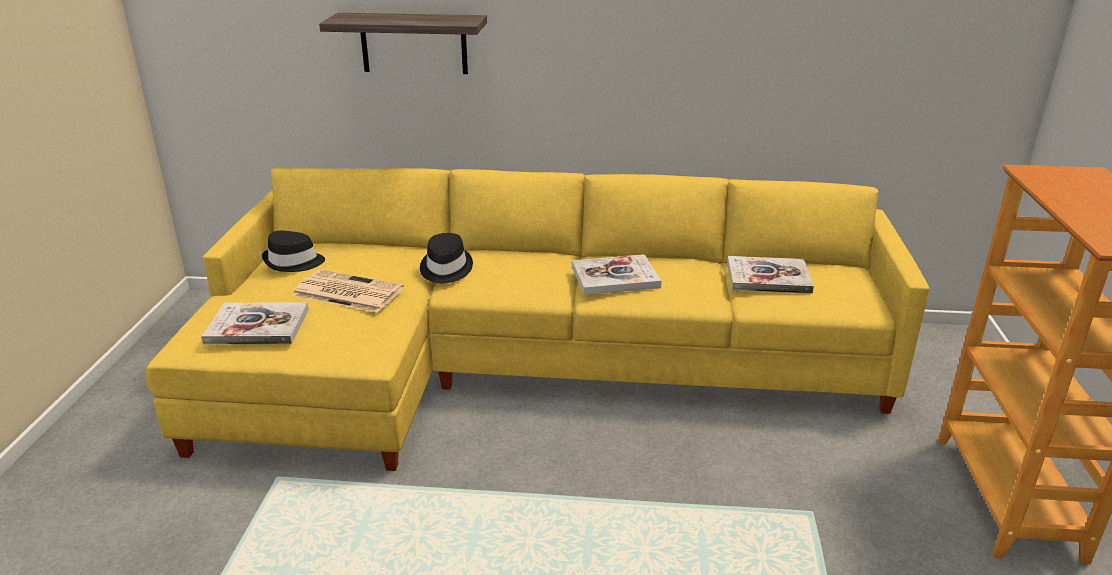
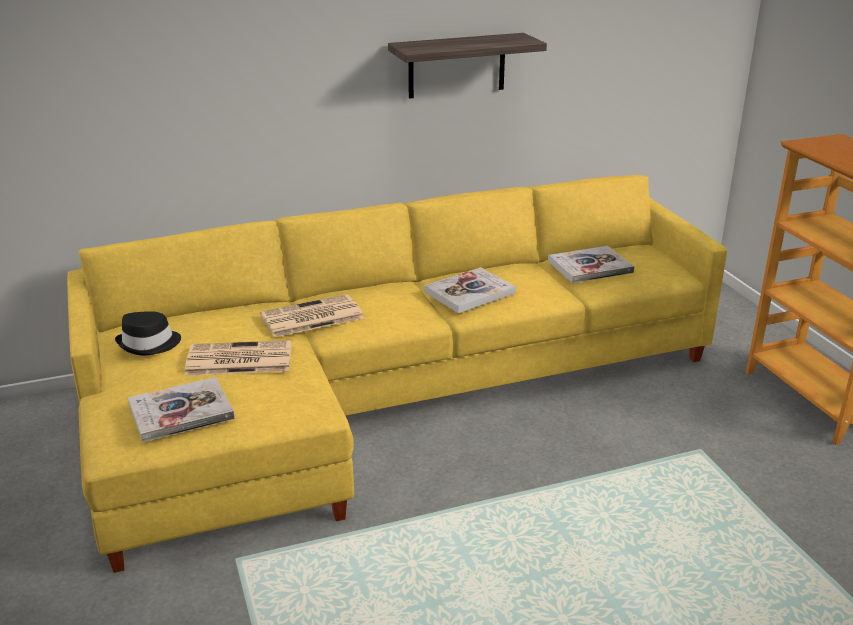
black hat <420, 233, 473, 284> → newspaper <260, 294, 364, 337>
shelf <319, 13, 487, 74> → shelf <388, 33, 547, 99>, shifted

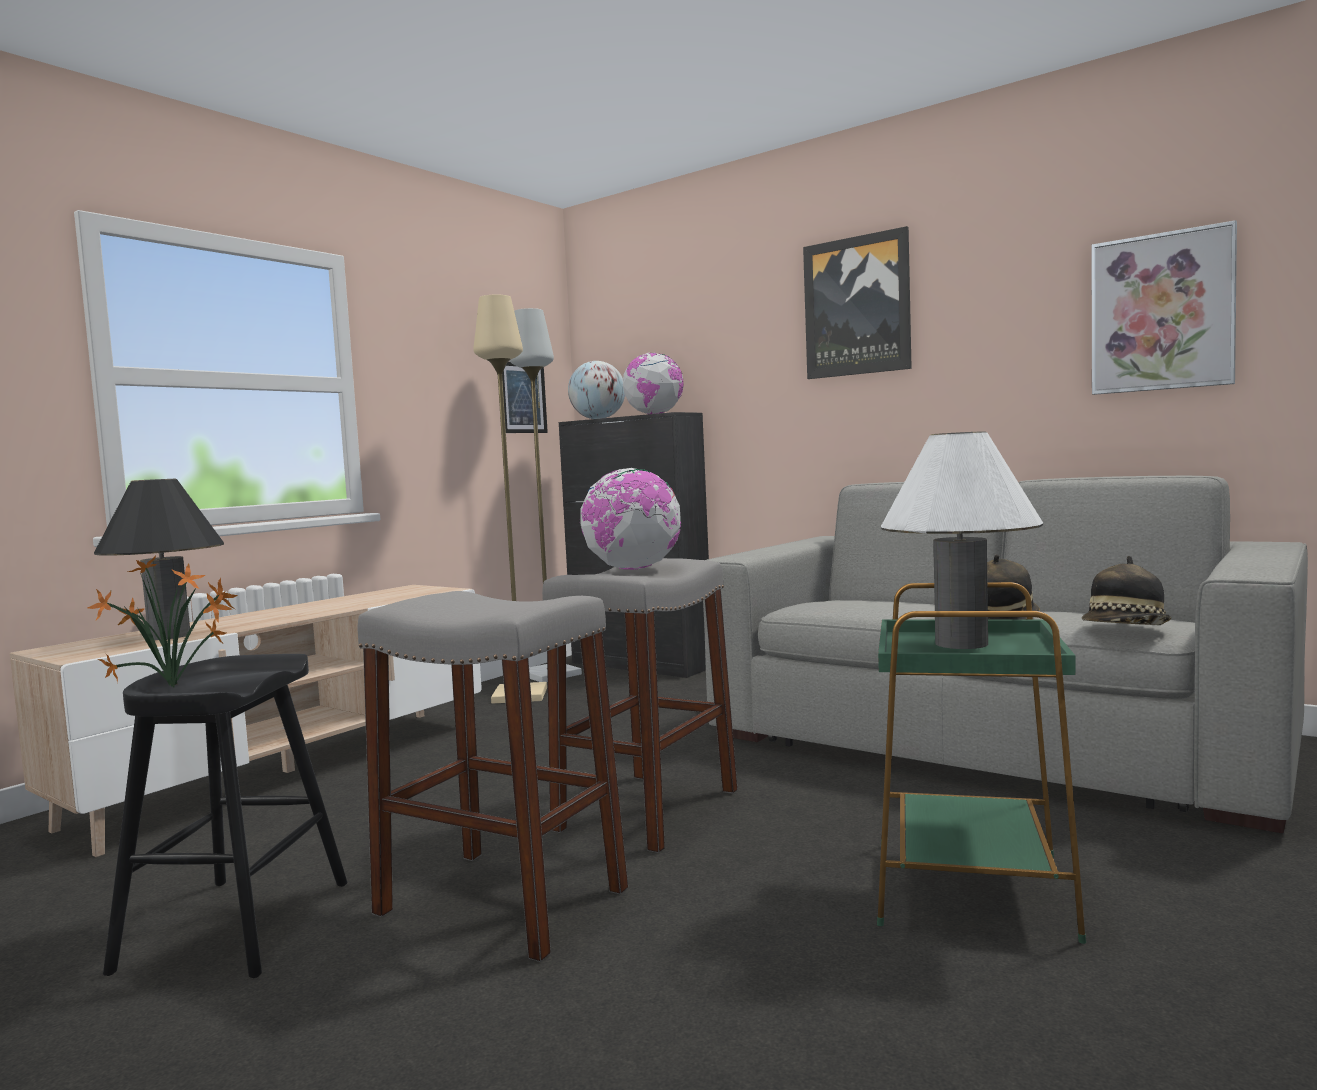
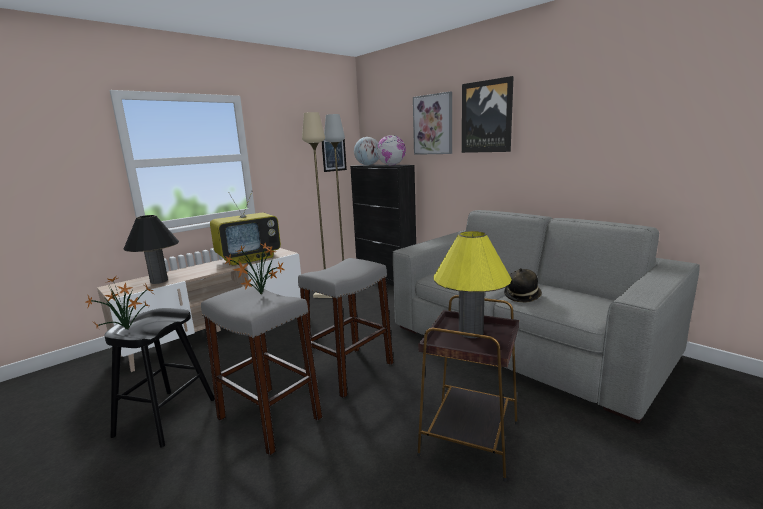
- → television <210, 192, 281, 265>
- → potted plant <225, 243, 284, 295>
picture <1091, 220, 1237, 395> → picture <413, 91, 452, 155>, shifted
green side table <877, 582, 1086, 944> → brown side table <417, 295, 519, 482>
white table lamp <881, 431, 1043, 649> → yellow table lamp <434, 231, 512, 338>
globe <579, 468, 681, 570> → -
hat <1082, 556, 1171, 625> → -

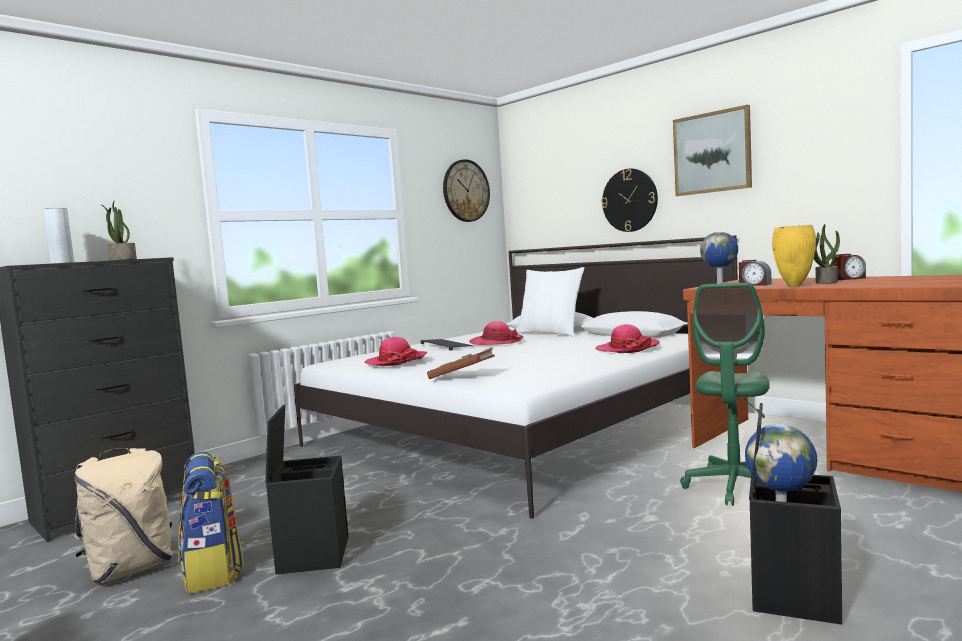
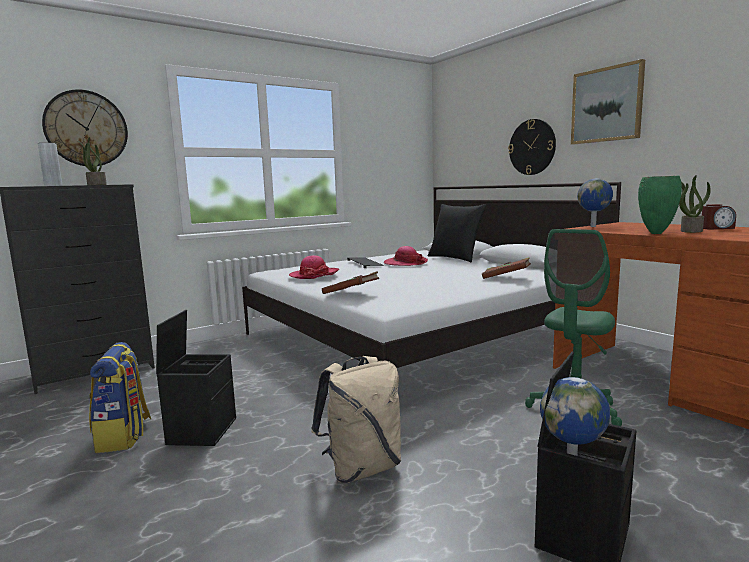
wall clock <443, 159, 490, 222> → wall clock <42, 89, 128, 166>, shifted
beige backpack <75, 448, 173, 584> → beige backpack <311, 356, 401, 483>, shifted
white pillow <516, 267, 584, 337> → black pillow <428, 204, 486, 262>
hat <595, 324, 660, 353> → brown book <482, 257, 531, 279>
yellow vase <772, 225, 816, 287> → green vase <638, 176, 682, 234>
alarm clock <739, 260, 772, 286> → -

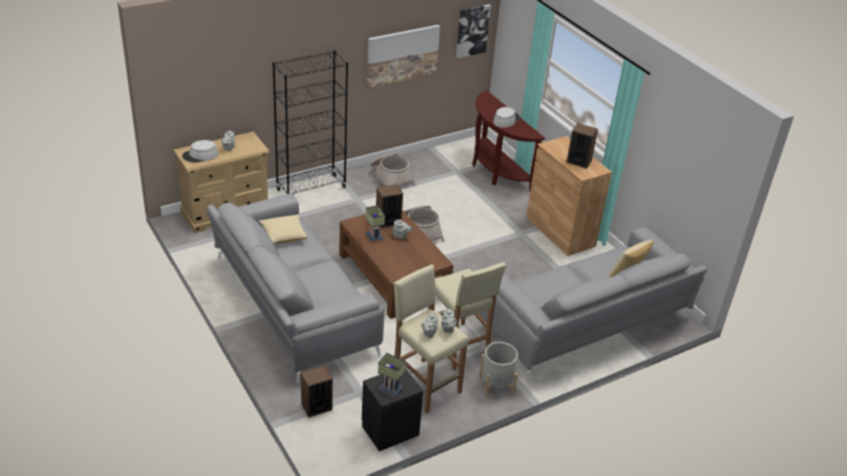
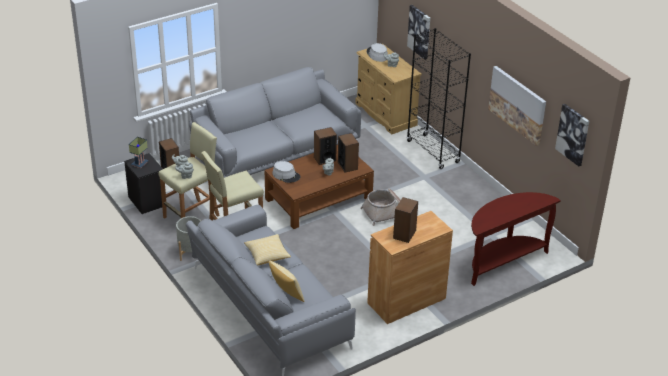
pillow <259, 214, 308, 244> → pillow <244, 234, 291, 266>, shifted
grey hat <493, 107, 519, 128> → grey hat <272, 161, 301, 183>, shifted
table lamp <365, 205, 385, 242> → speaker <314, 127, 337, 165>
- → picture <407, 5, 430, 60>
basket <371, 153, 415, 186> → -

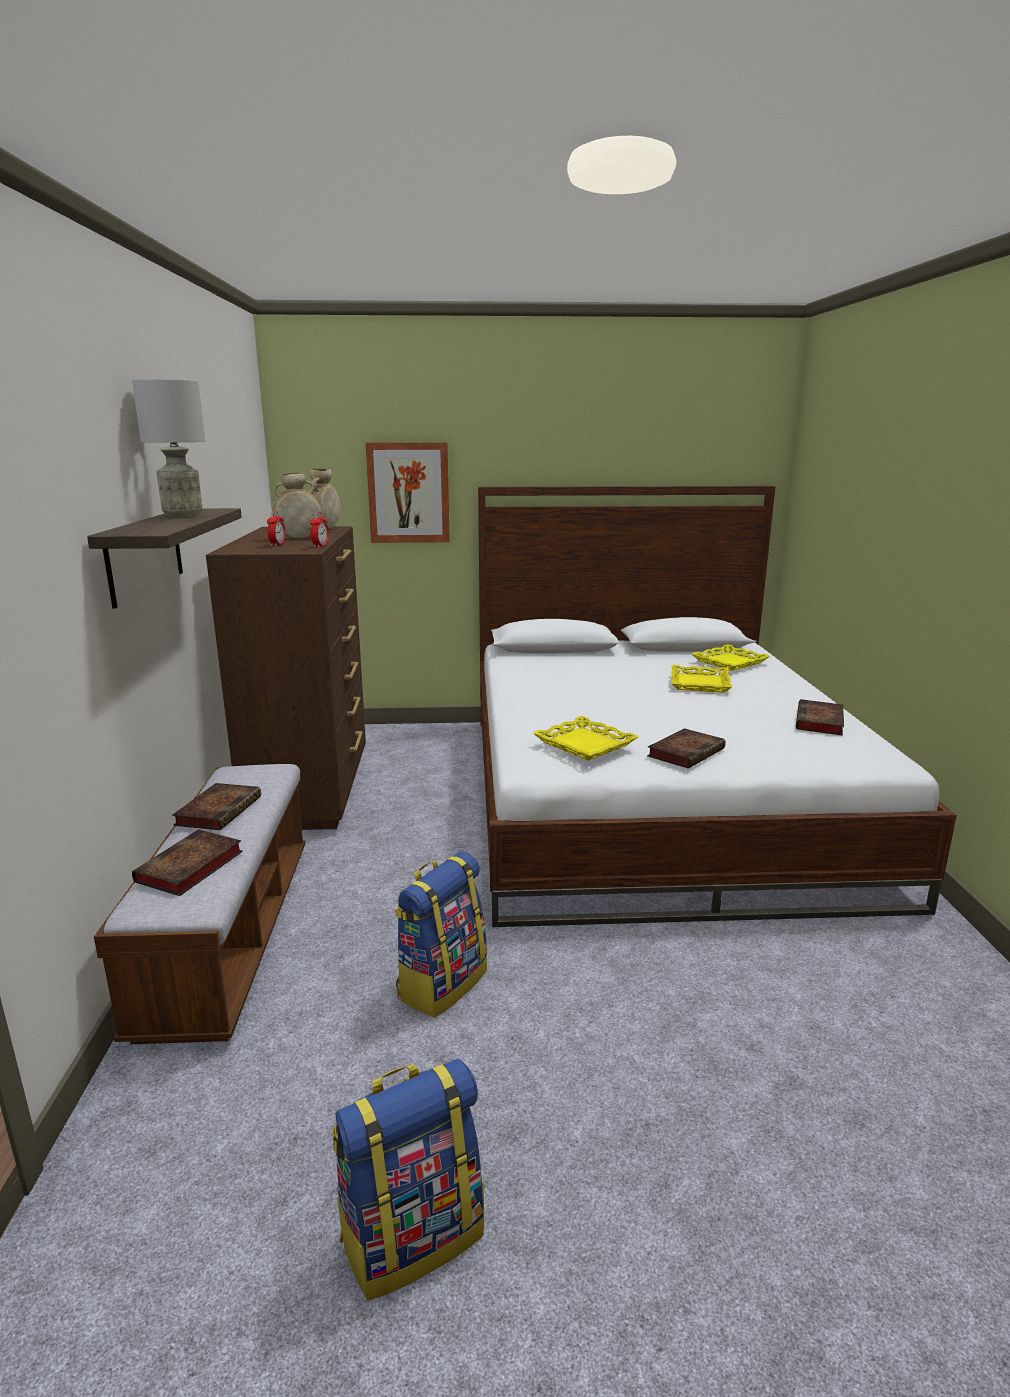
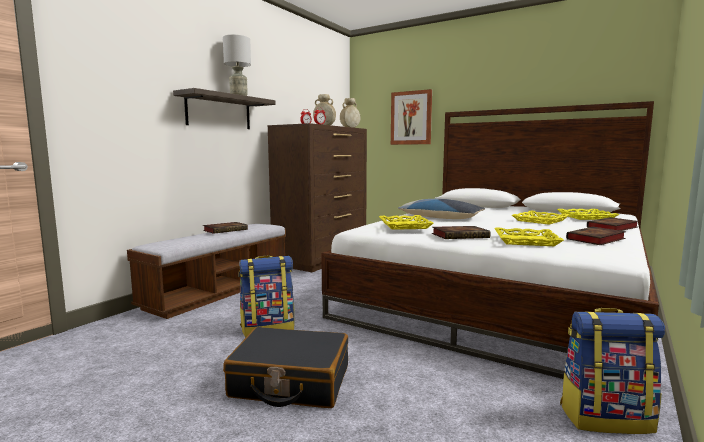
- → black suitcase <223, 327, 348, 408>
- → pillow <398, 199, 485, 219>
- → yellow tray <494, 228, 564, 246>
backpack <332, 1058, 484, 1301> → backpack <560, 308, 665, 434>, shifted
book <132, 829, 243, 896> → book <587, 217, 639, 231>, shifted

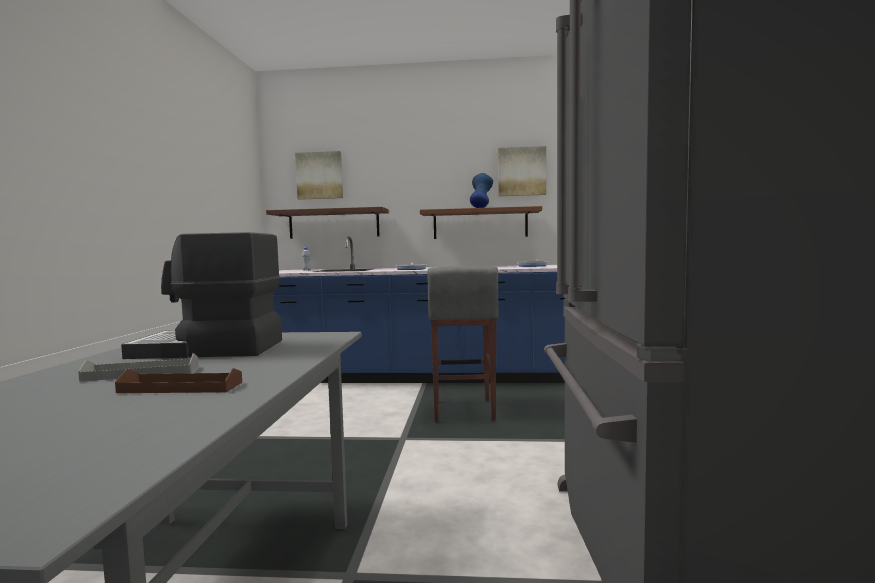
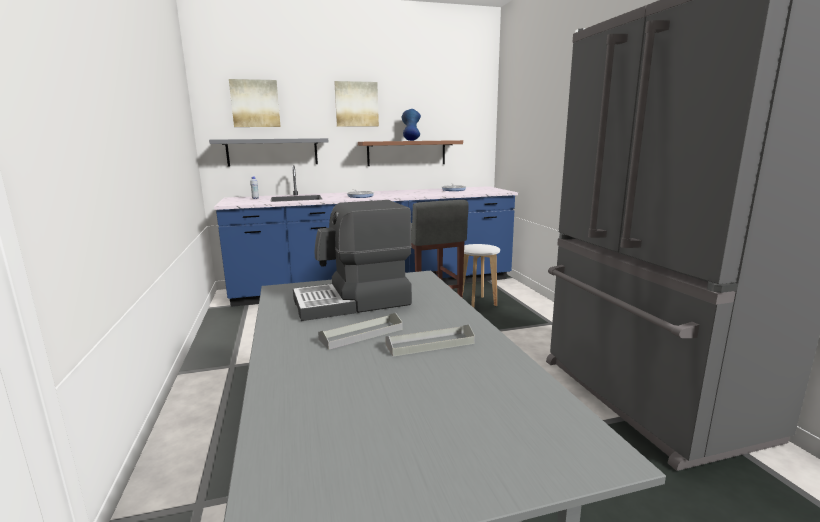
brown shelf <266, 207, 389, 239> → grey shelf <209, 138, 328, 166>
picture <498, 146, 546, 196> → picture <334, 81, 379, 127>, shifted
brown tray <115, 368, 242, 393> → grey tray <385, 325, 475, 356>
- → white stool <462, 244, 500, 308>

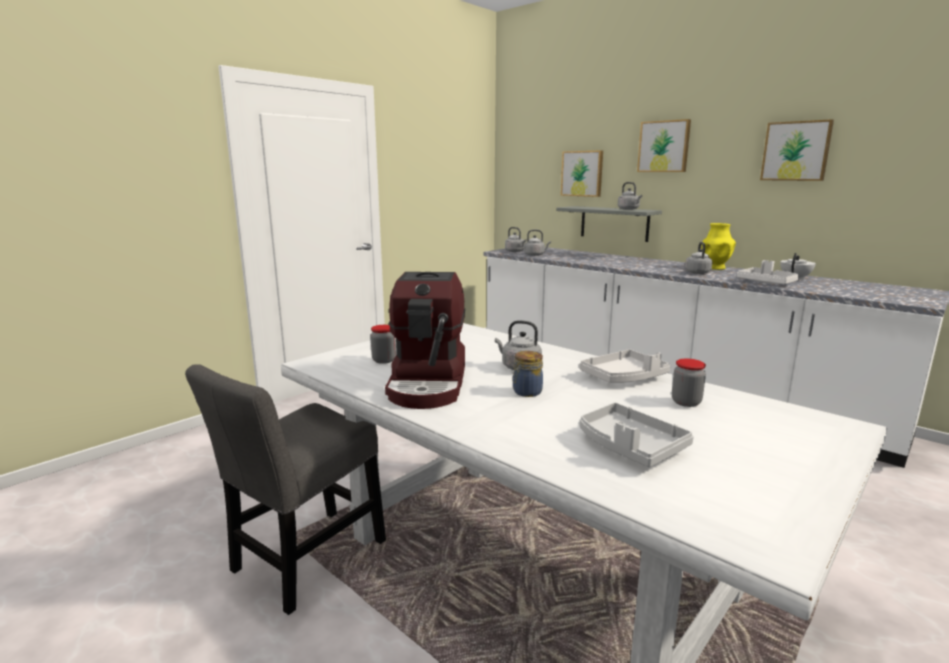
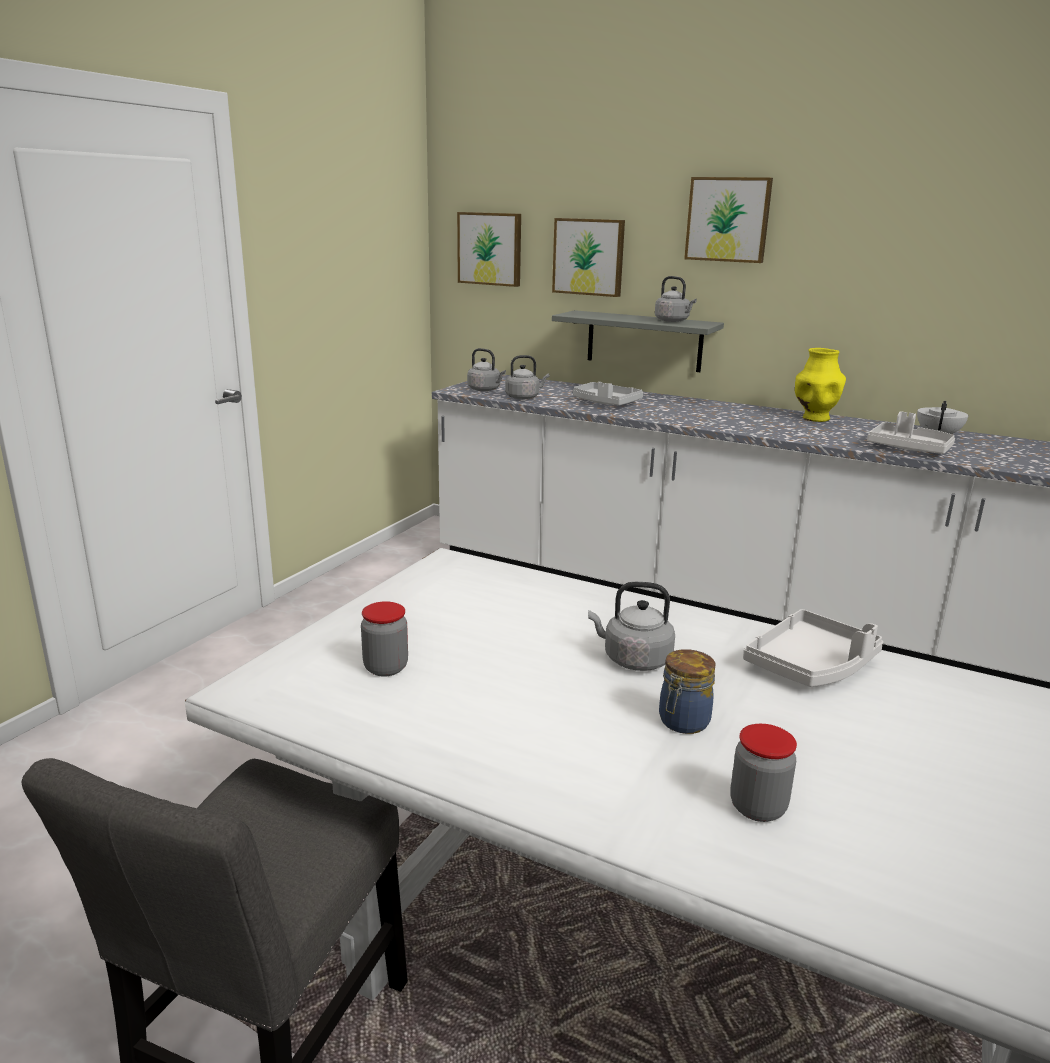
picture <760, 119, 834, 181> → picture <457, 212, 521, 287>, shifted
grey tray <580, 403, 694, 467> → grey tray <573, 382, 643, 406>, shifted
jar <672, 358, 706, 407> → jar <730, 724, 797, 822>, shifted
coffee machine <385, 272, 465, 409> → -
grey kettle <685, 242, 712, 274> → -

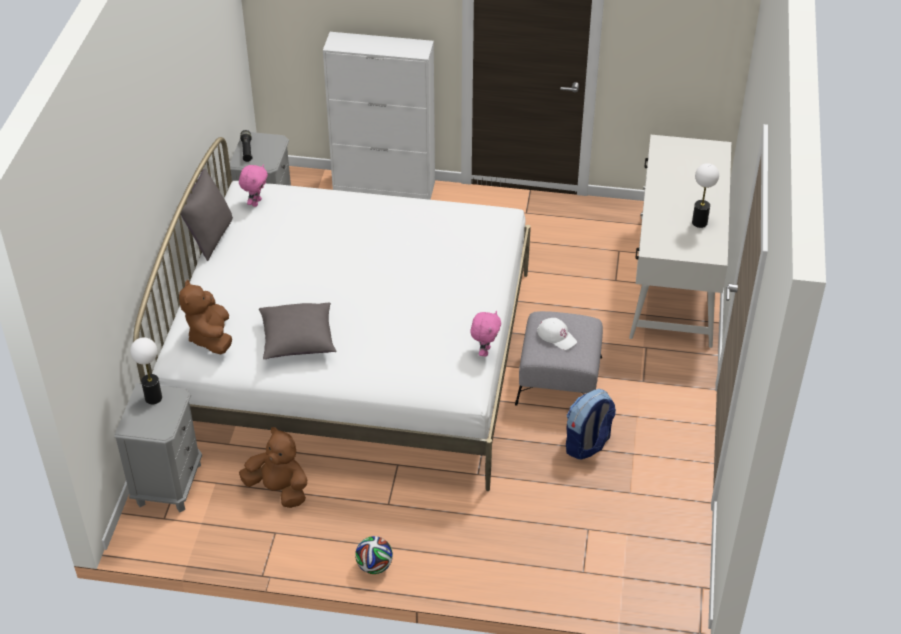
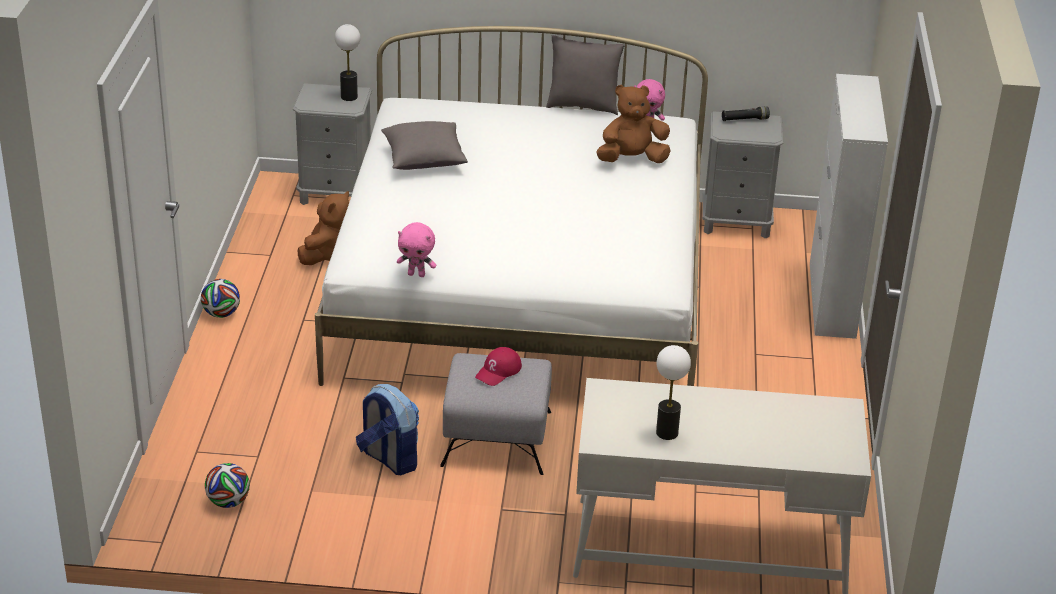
- → football <205, 463, 250, 508>
white cap <537, 318, 577, 350> → red cap <475, 347, 522, 386>
brown plush toy <179, 280, 232, 354> → brown plush toy <596, 85, 670, 163>, shifted

